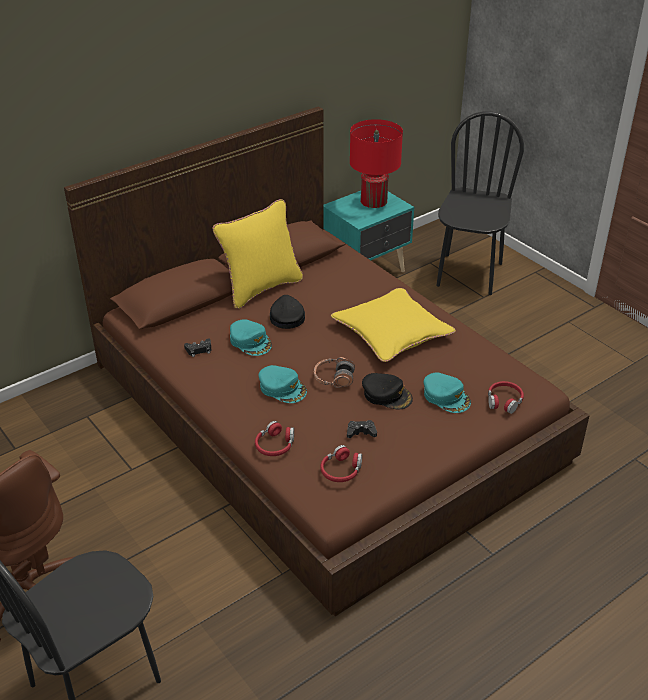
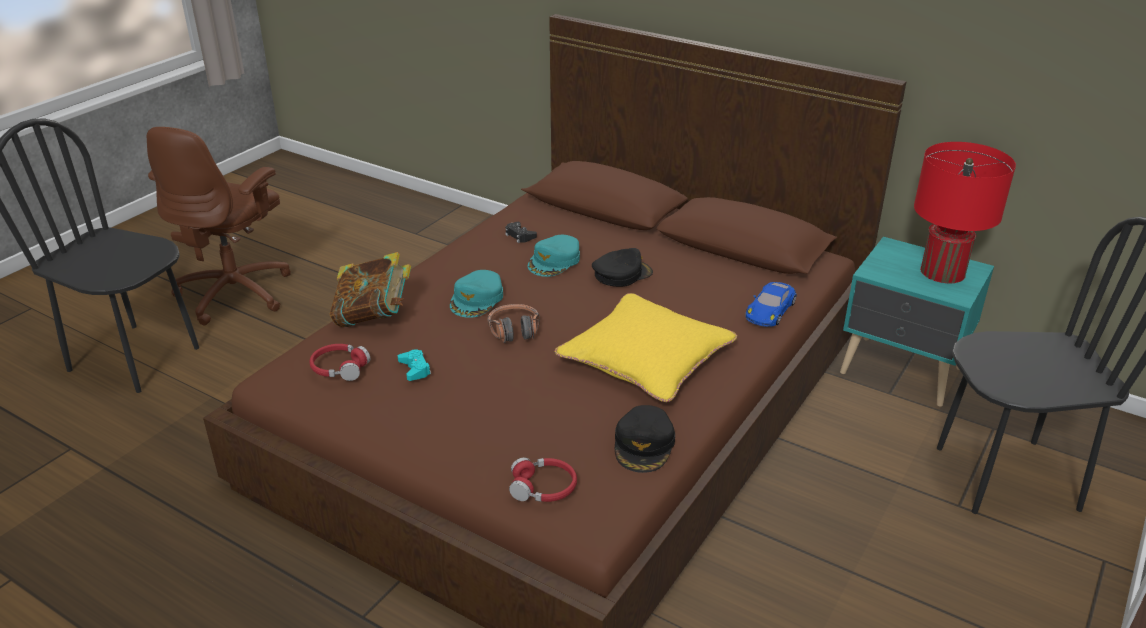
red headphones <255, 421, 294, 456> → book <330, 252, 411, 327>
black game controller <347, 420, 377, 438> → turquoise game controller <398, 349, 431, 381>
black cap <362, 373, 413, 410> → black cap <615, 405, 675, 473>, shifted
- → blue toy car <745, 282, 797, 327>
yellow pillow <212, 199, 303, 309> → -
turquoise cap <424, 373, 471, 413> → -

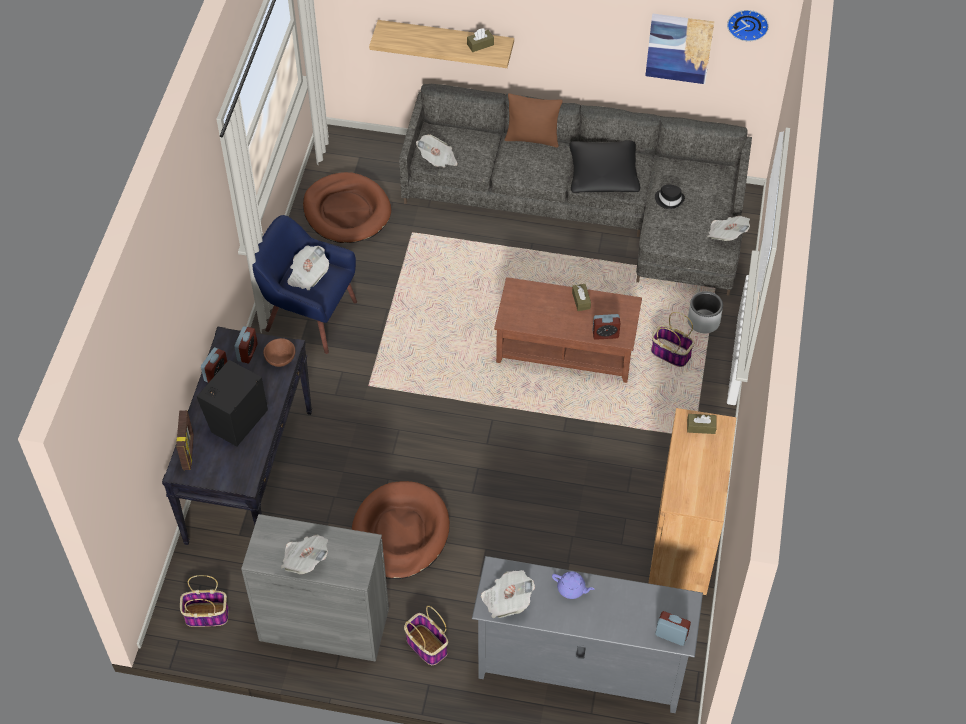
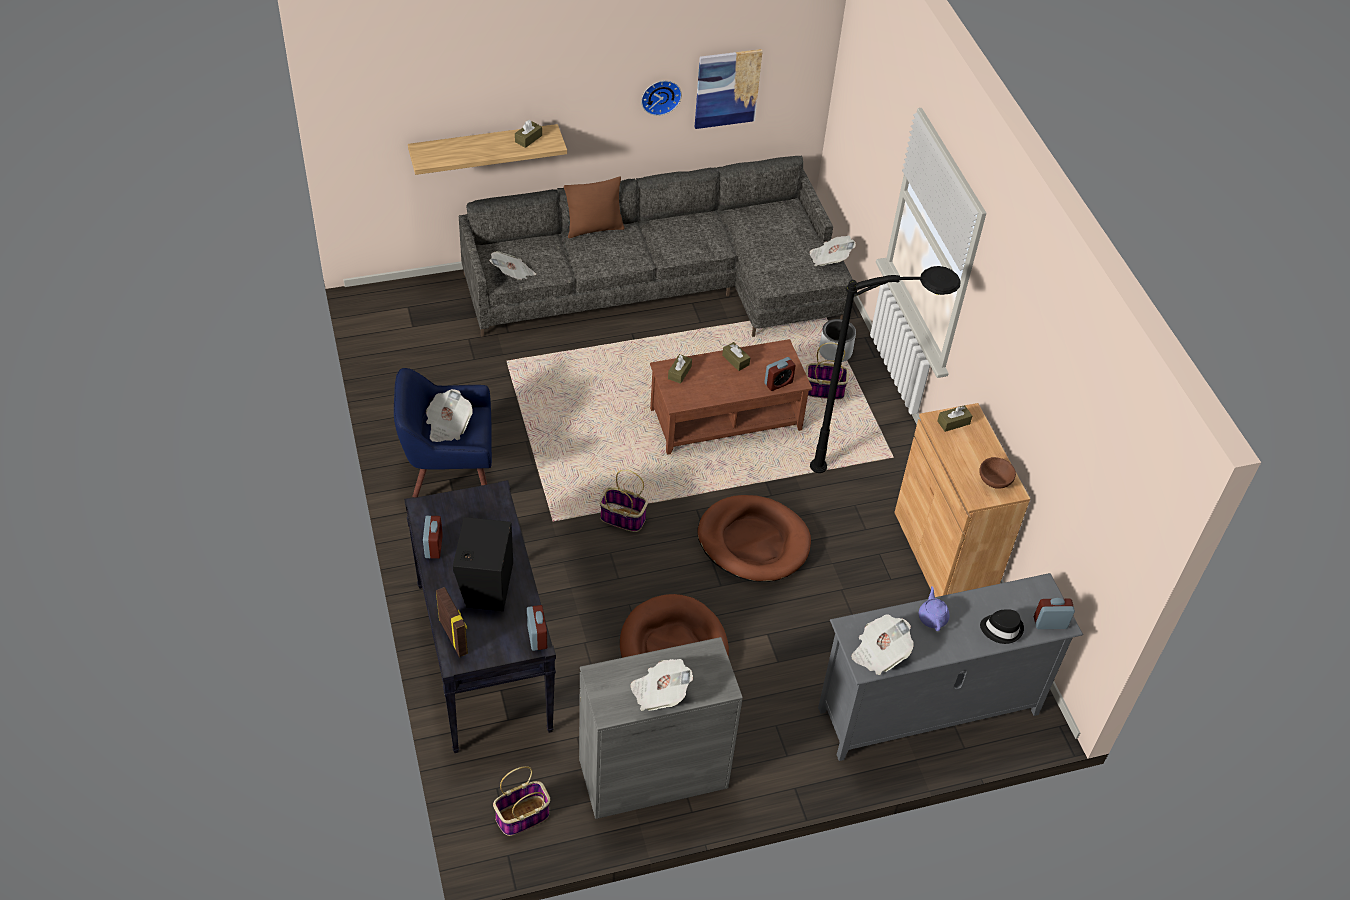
alarm clock <234, 326, 258, 363> → alarm clock <527, 605, 547, 651>, shifted
basket <404, 606, 448, 665> → basket <600, 470, 648, 532>, shifted
wall clock <727, 10, 769, 41> → wall clock <641, 80, 682, 116>, shifted
- → brown tissue box <668, 354, 692, 384>
brown dog bed <303, 172, 391, 243> → brown dog bed <697, 495, 811, 582>, shifted
- → black floor lamp <810, 266, 961, 473>
purple teapot <552, 571, 595, 599> → purple teapot <919, 586, 950, 631>, 90 degrees counterclockwise
brown bowl <263, 338, 295, 367> → brown bowl <979, 457, 1016, 489>, shifted
black hat <655, 185, 685, 209> → black hat <980, 609, 1024, 644>, shifted
black pillow <569, 140, 640, 193> → -

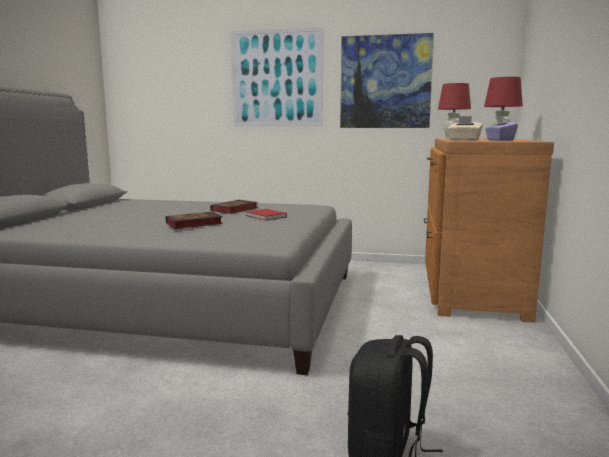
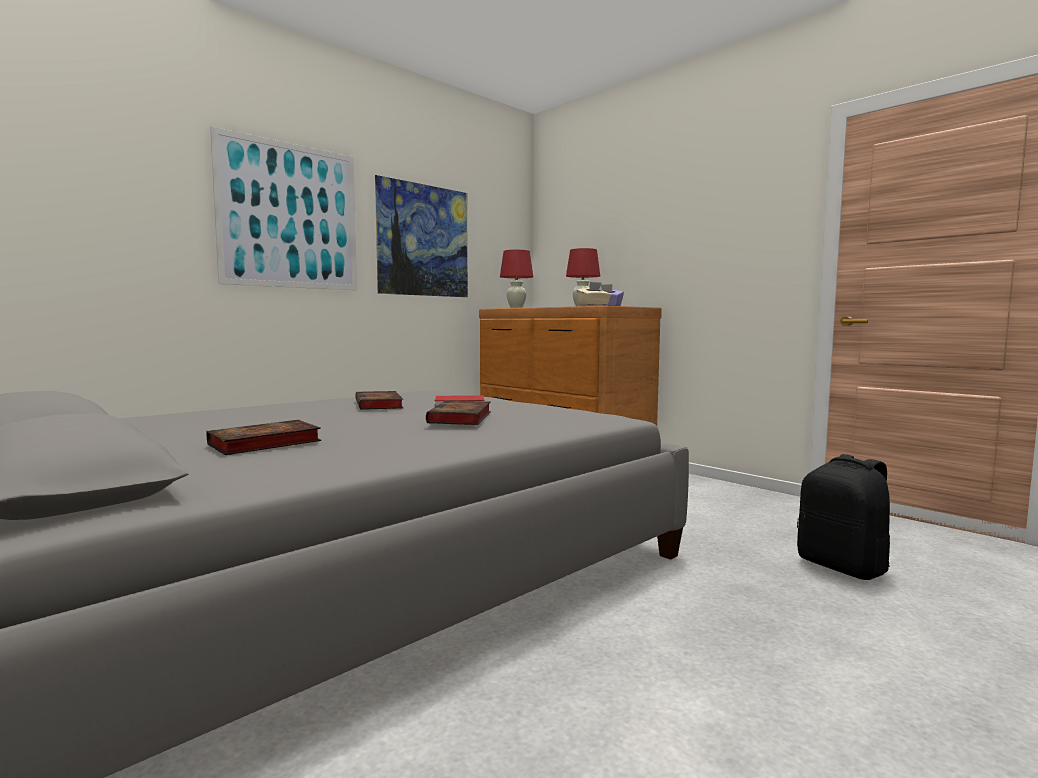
- → book <206, 420, 321, 455>

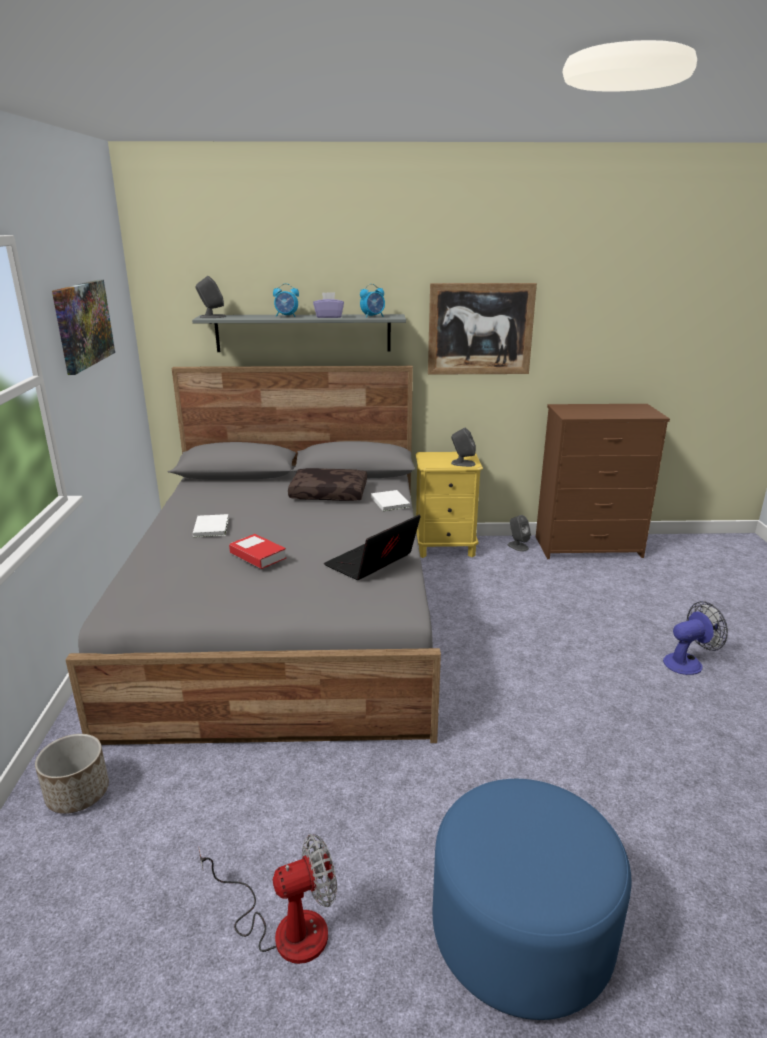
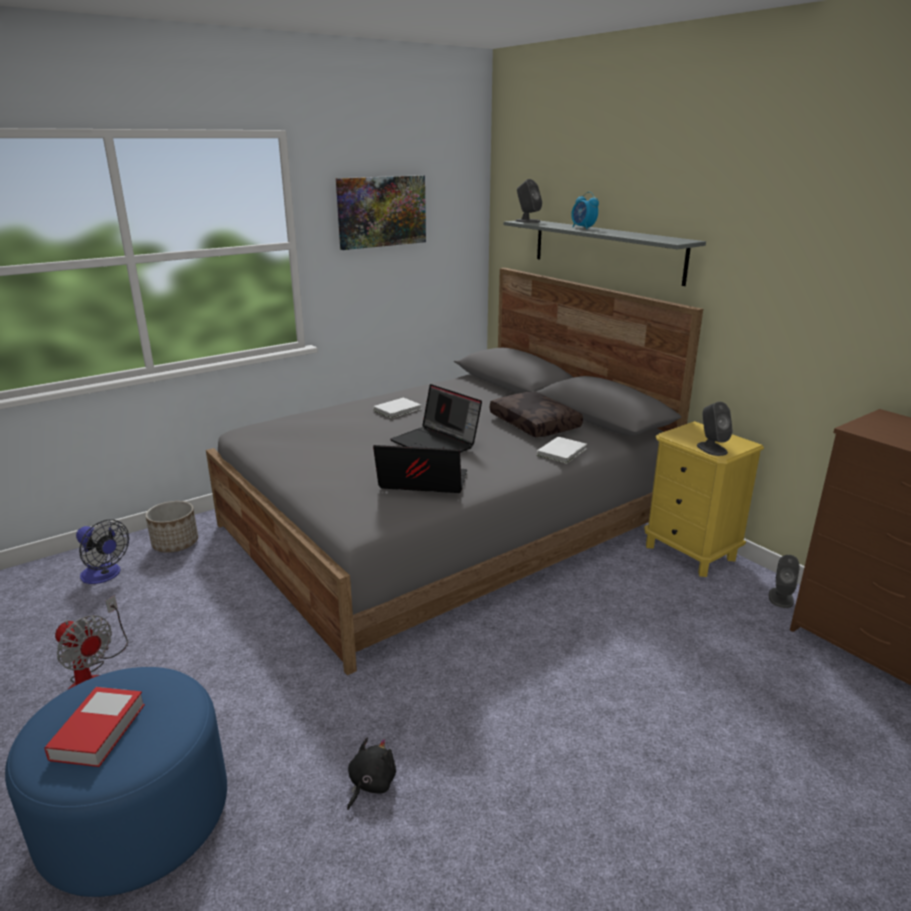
book <229, 534, 286, 569> → book <44, 687, 145, 767>, shifted
fan <663, 601, 728, 675> → fan <76, 519, 129, 584>, shifted
- → black plush toy <347, 738, 396, 810>
- → laptop <390, 384, 482, 453>
purple tissue box <313, 292, 344, 318> → -
alarm clock <360, 284, 385, 318> → -
picture <428, 283, 537, 375> → -

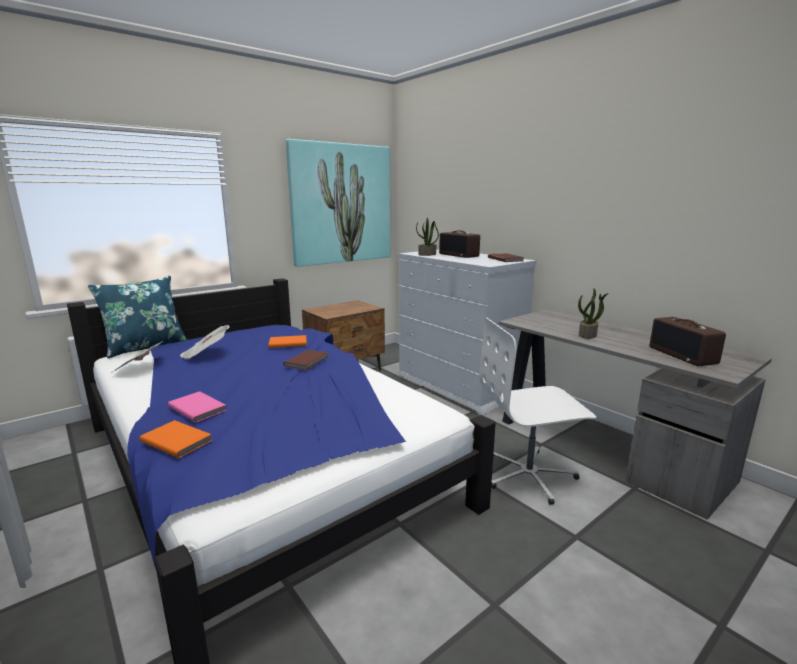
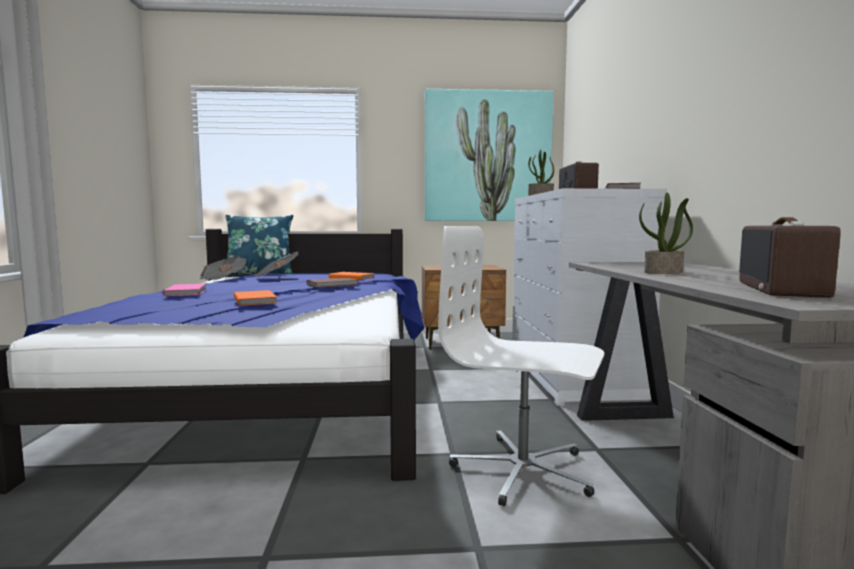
orange book <140, 420, 212, 458> → orange book <234, 290, 277, 306>, shifted

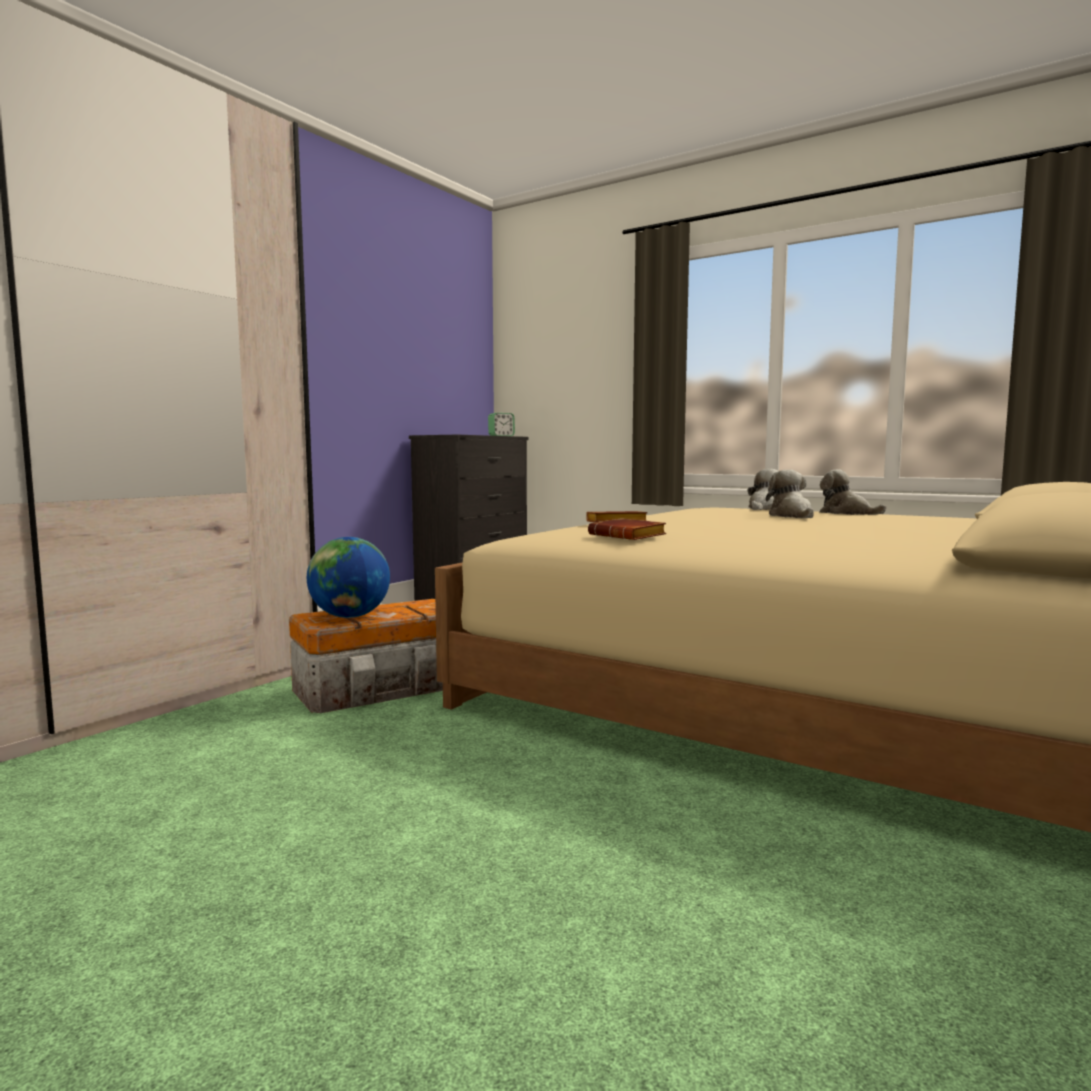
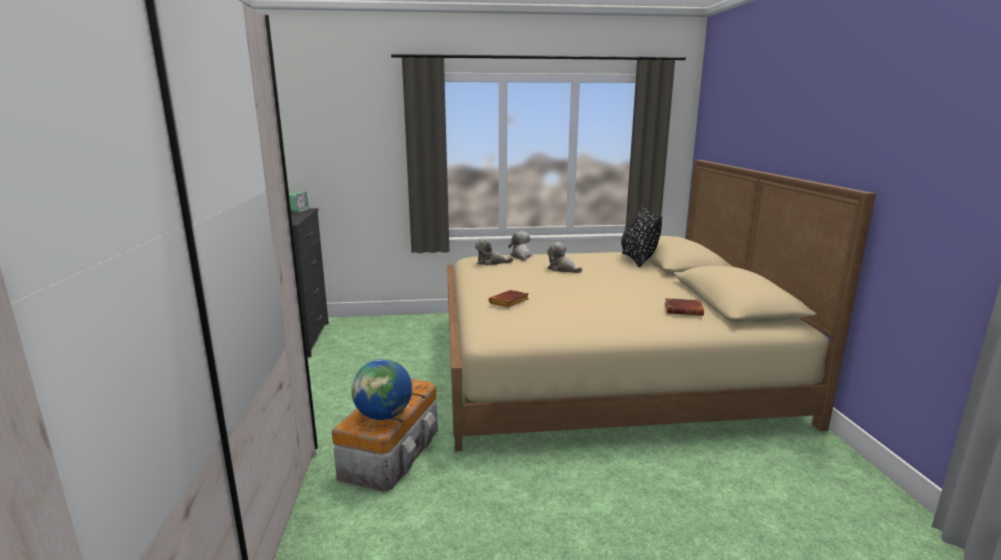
plush toy <819, 469, 886, 515> → plush toy <475, 238, 513, 265>, shifted
- → black pillow <621, 207, 662, 268>
brown book <588, 518, 666, 540> → brown book <665, 298, 704, 316>, shifted

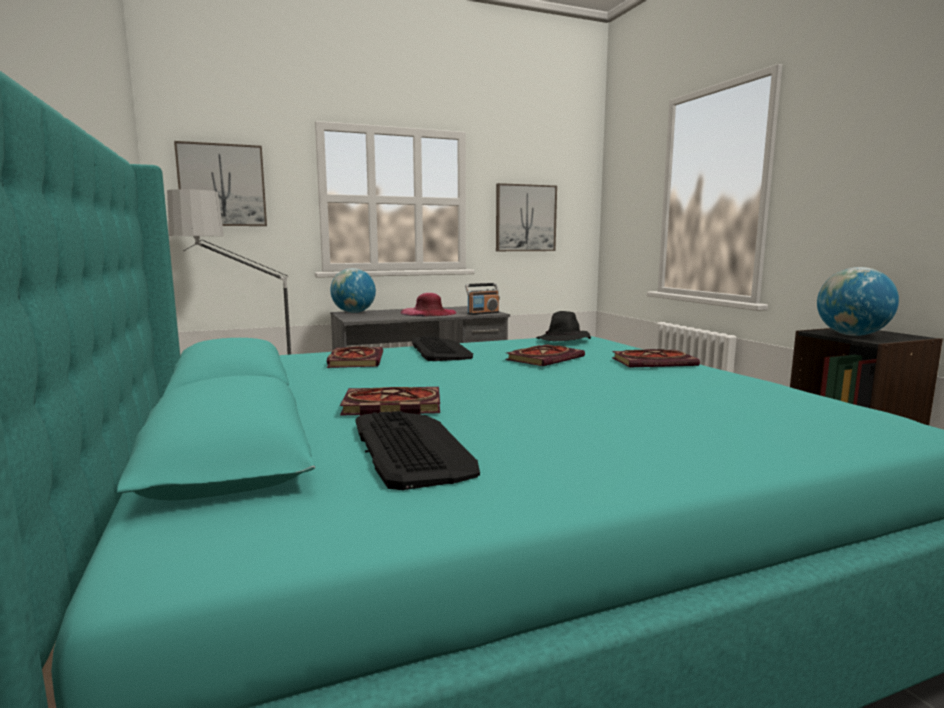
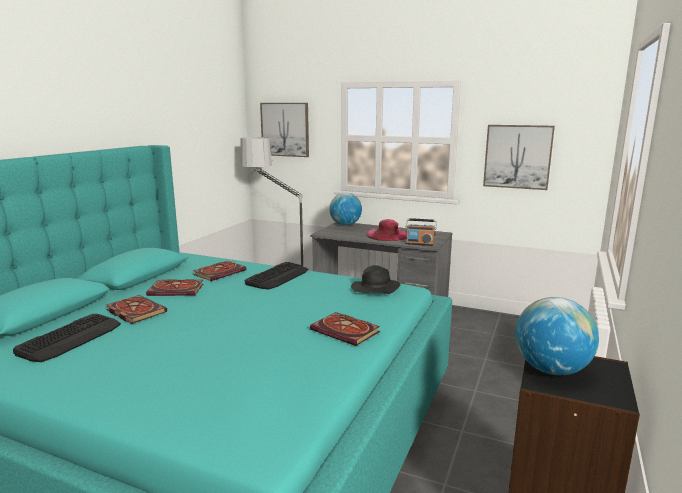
book <505, 344, 585, 366> → book <146, 279, 203, 296>, shifted

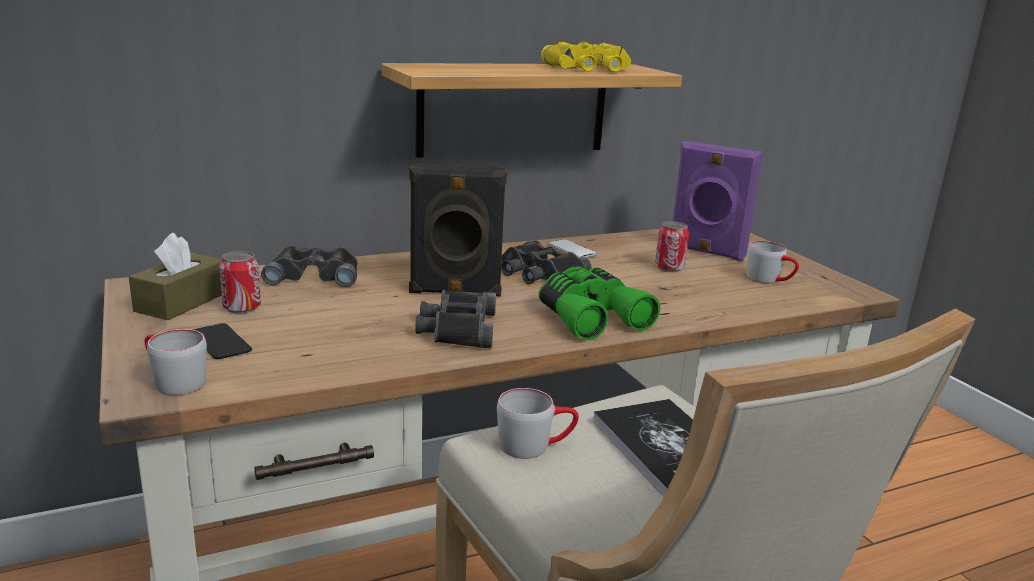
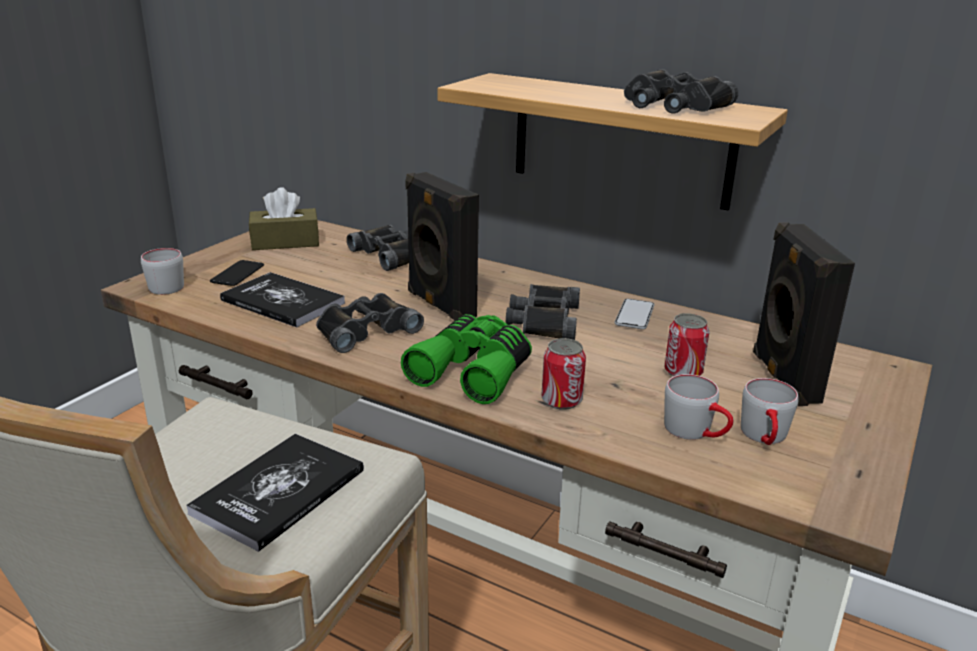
- → book <220, 272, 345, 327>
can <219, 251, 261, 314> → can <542, 338, 586, 410>, shifted
yellow binoculars <541, 42, 631, 72> → black binoculars <624, 69, 738, 114>
grey mug <497, 388, 579, 459> → grey mug <664, 374, 734, 440>, shifted
purple speaker <673, 141, 763, 261> → black speaker <753, 222, 855, 406>

